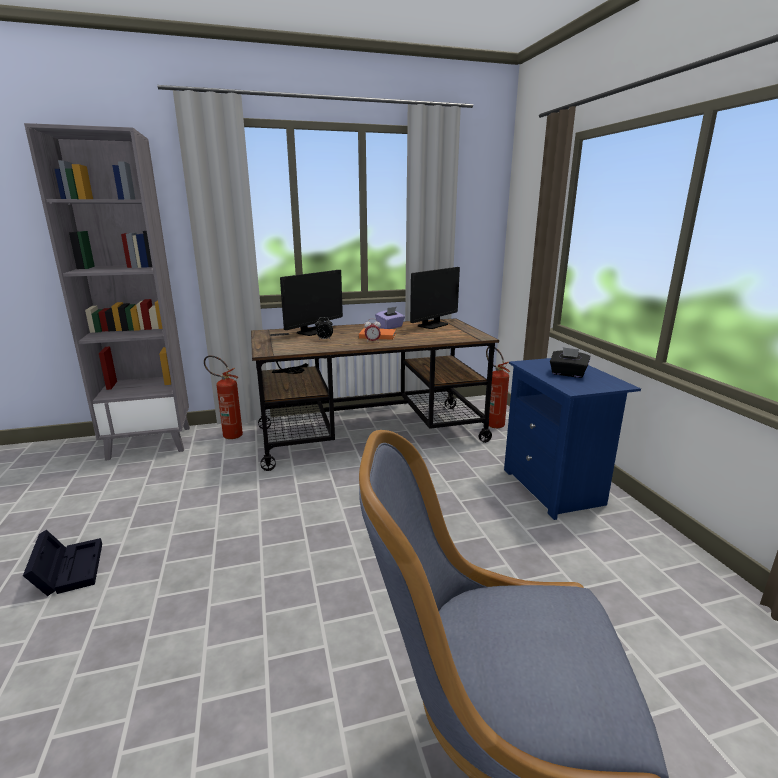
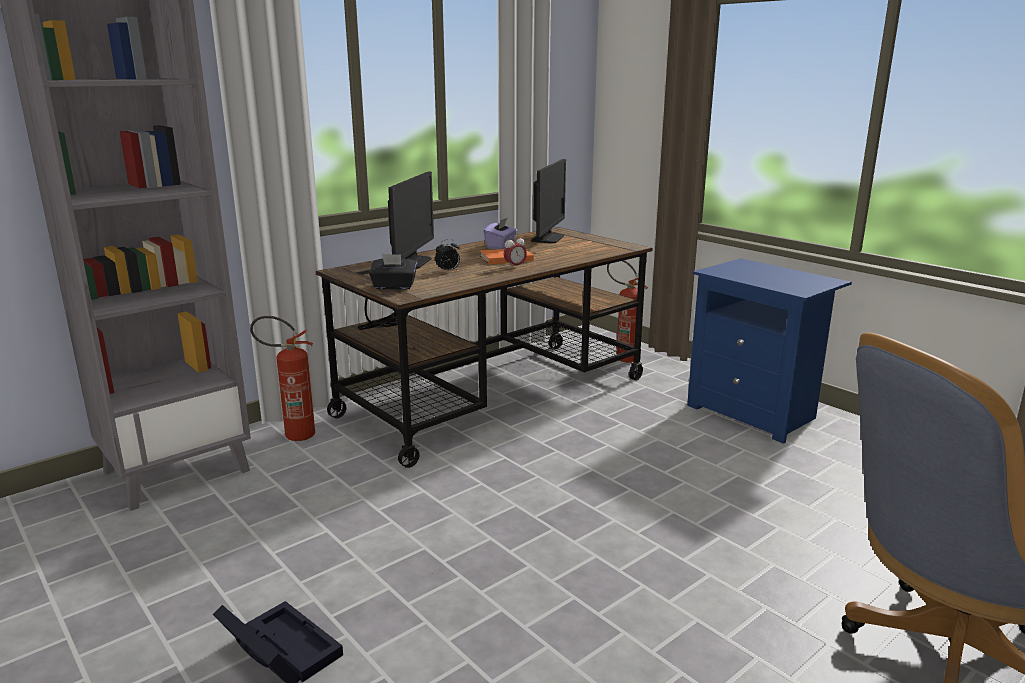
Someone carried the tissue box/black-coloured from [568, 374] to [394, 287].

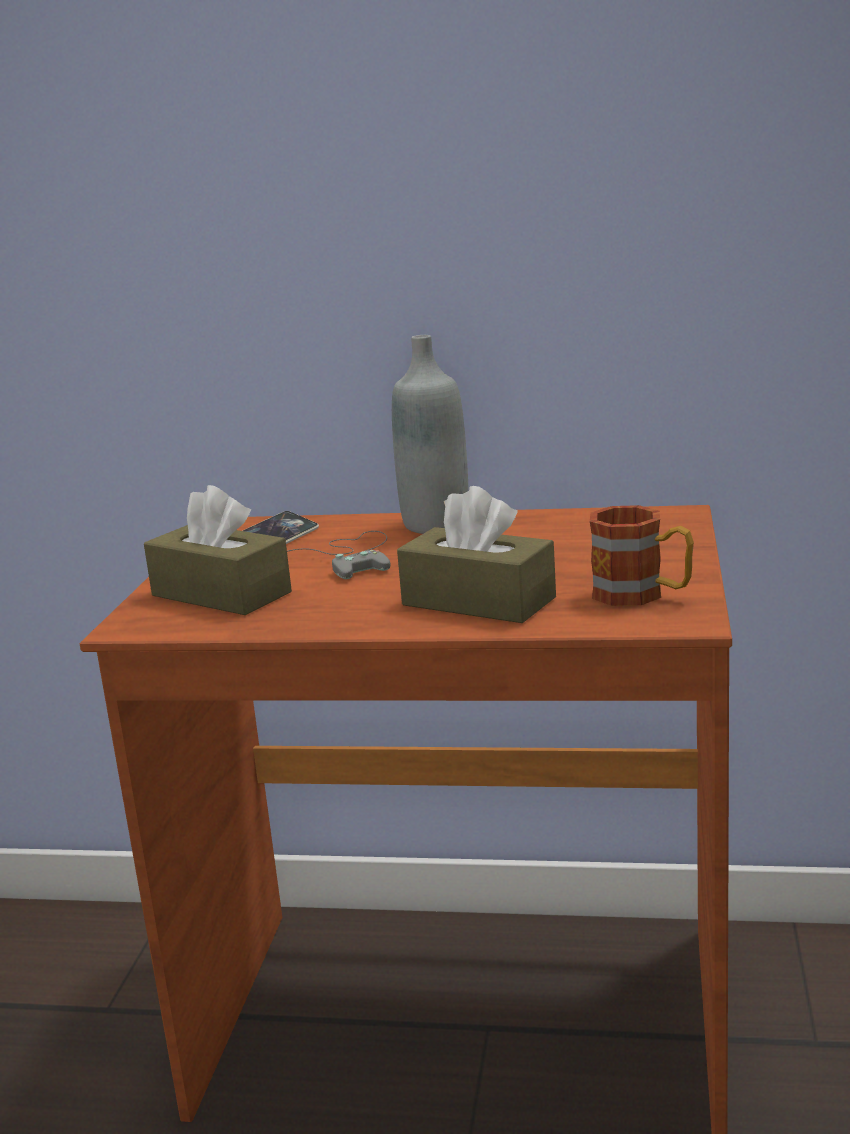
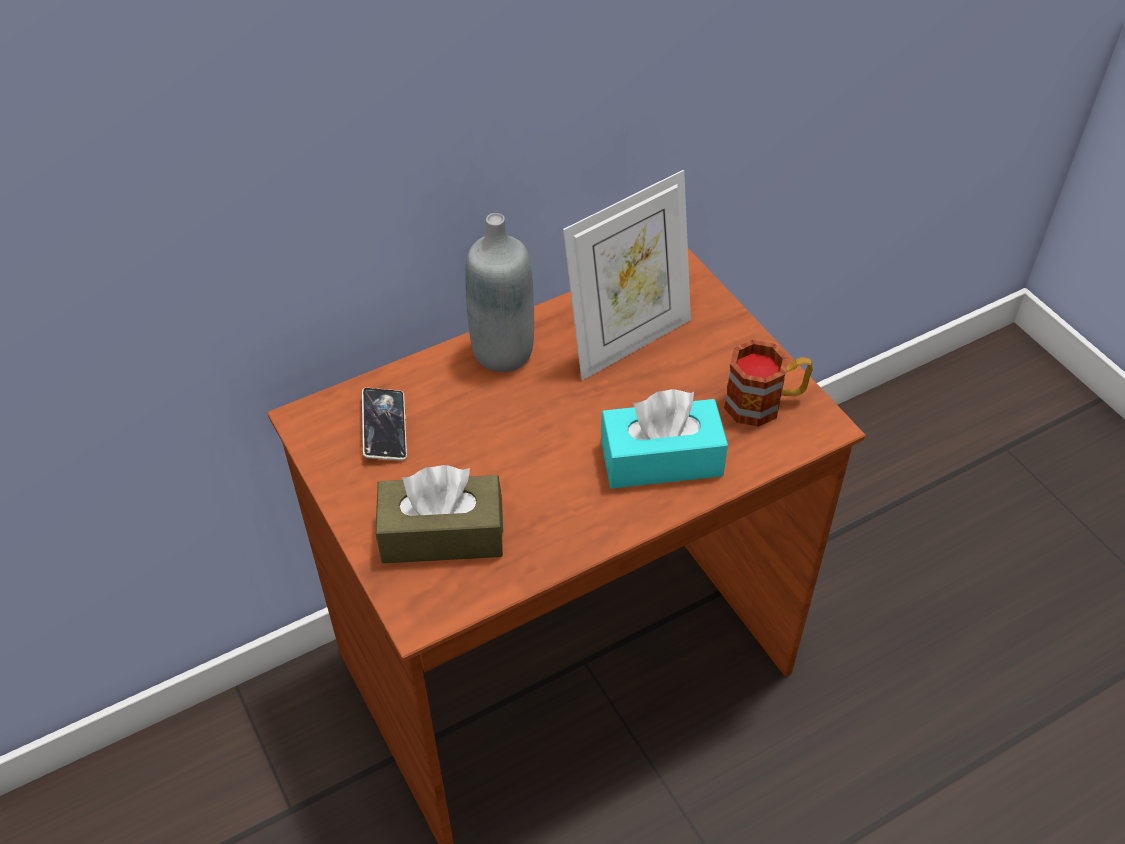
Someone took away the joypad/greyish at [351, 557].
Someone repainted the tissue box/brown at [478, 601], which became the tissue box/turquoise at [661, 459].
Someone put down the picture frame at [628, 341].

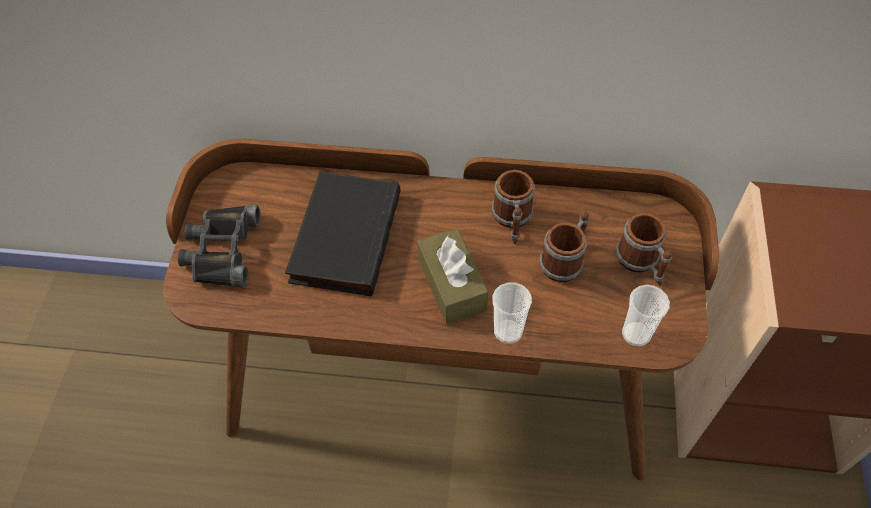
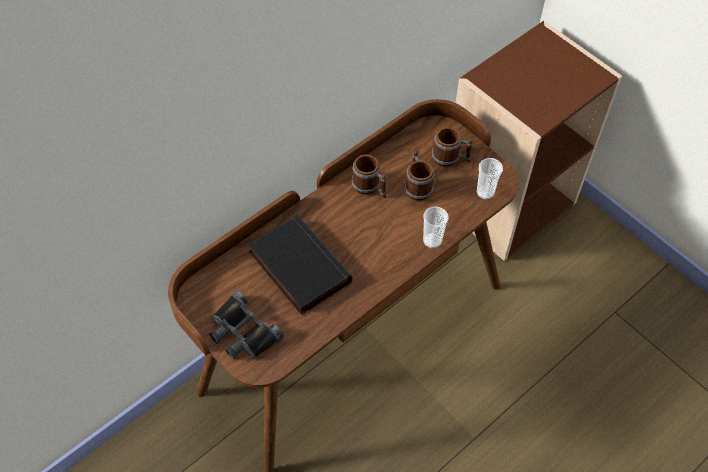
Someone took away the tissue box/brown at [452, 284].

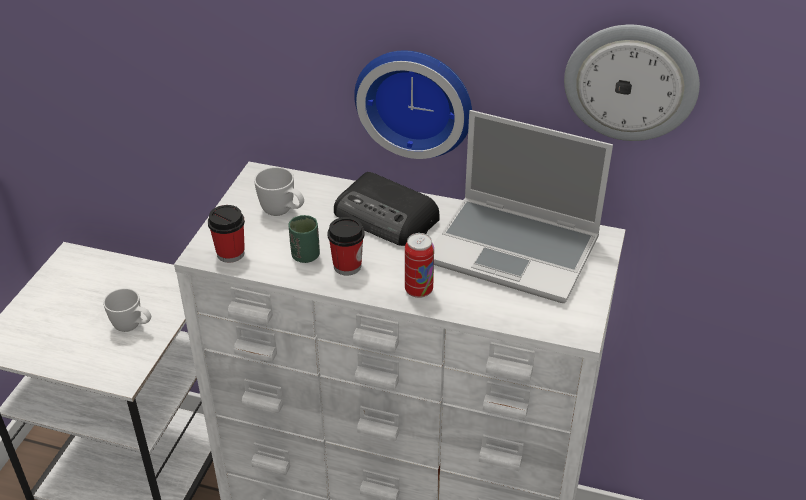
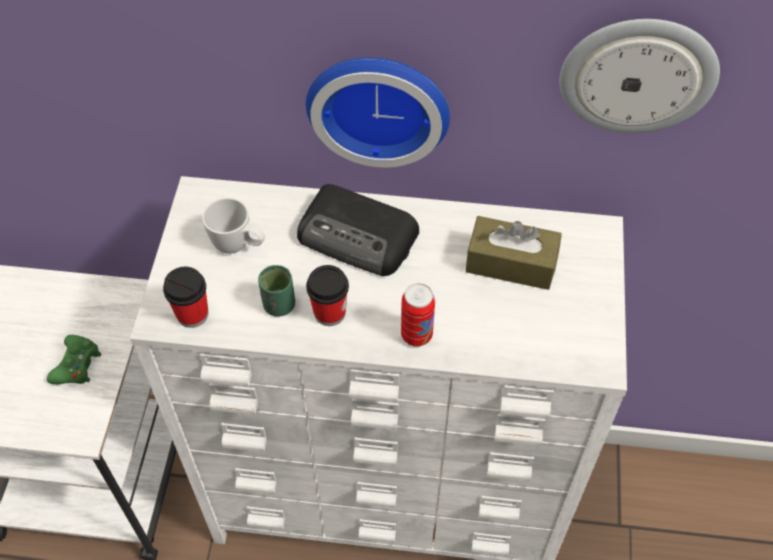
Someone swapped the mug/whitish at [133, 327] for the joypad/greenish at [76, 365].
Someone swapped the portable computer at [515, 250] for the tissue box/brown at [511, 263].

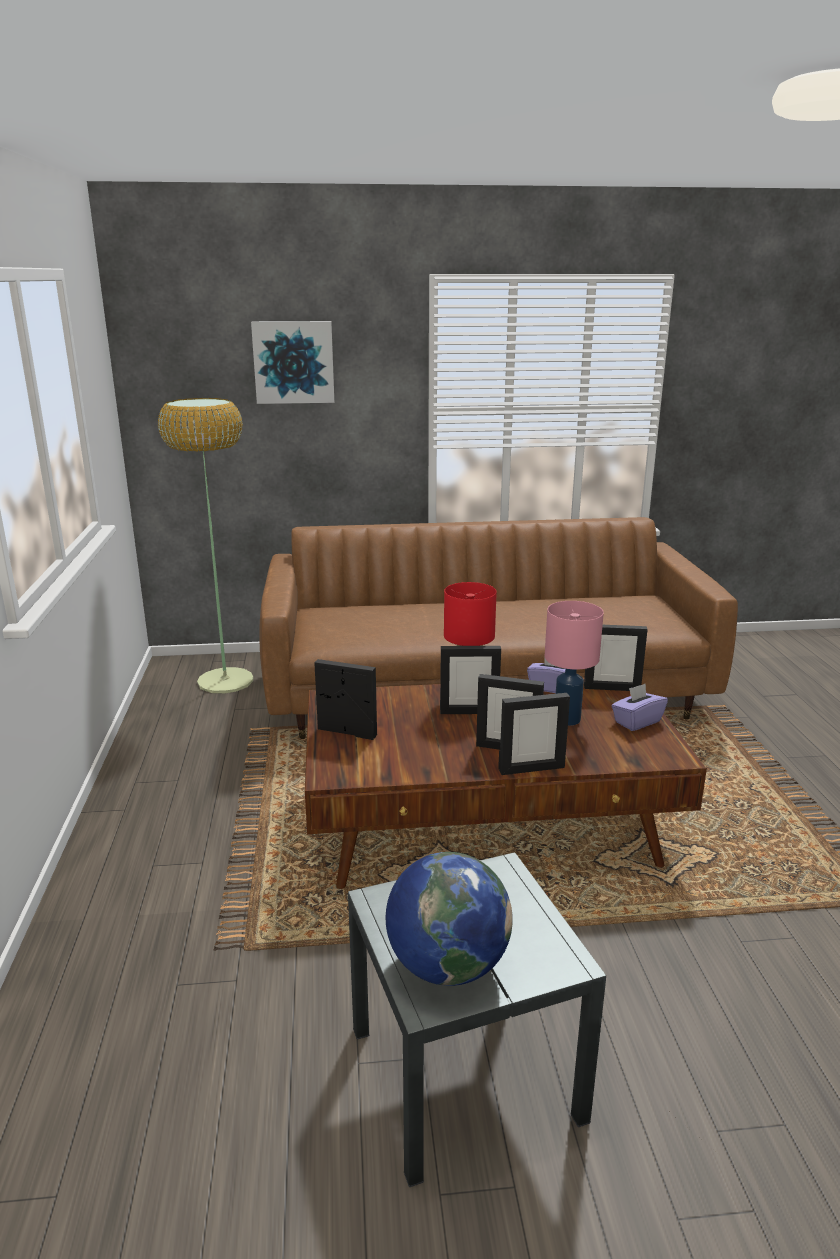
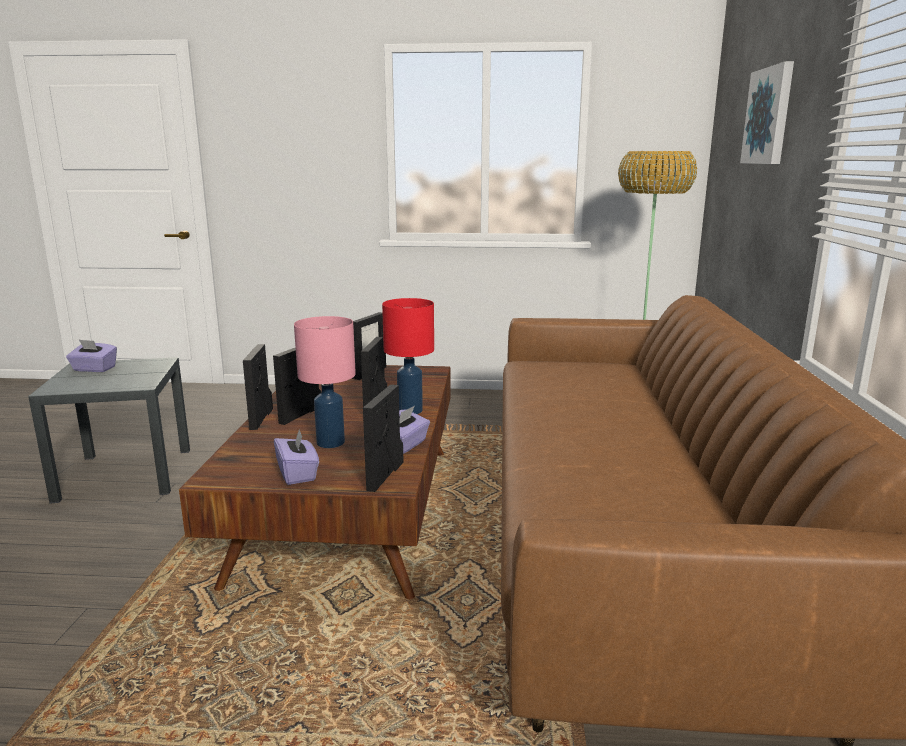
Someone swapped the globe at [447, 965] for the tissue box/purple at [94, 369].

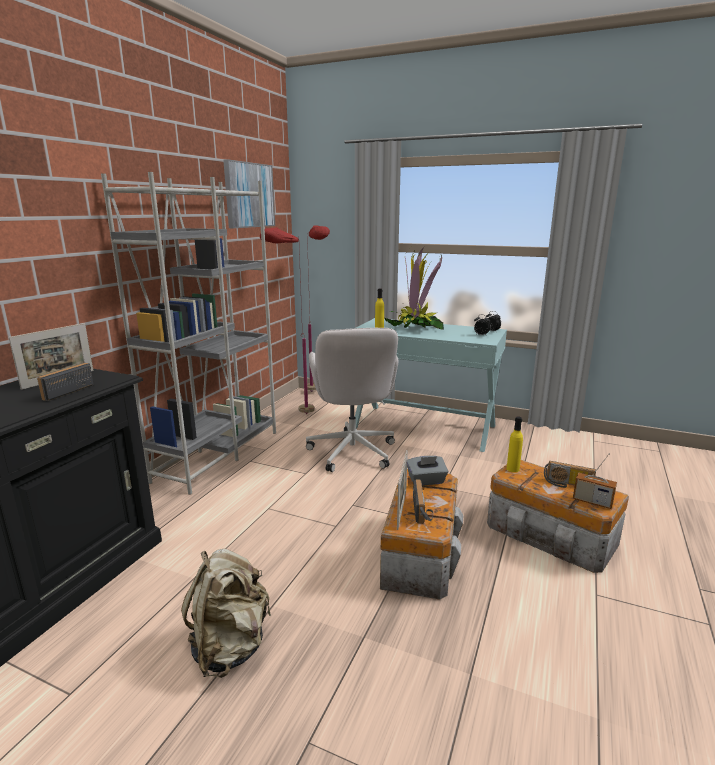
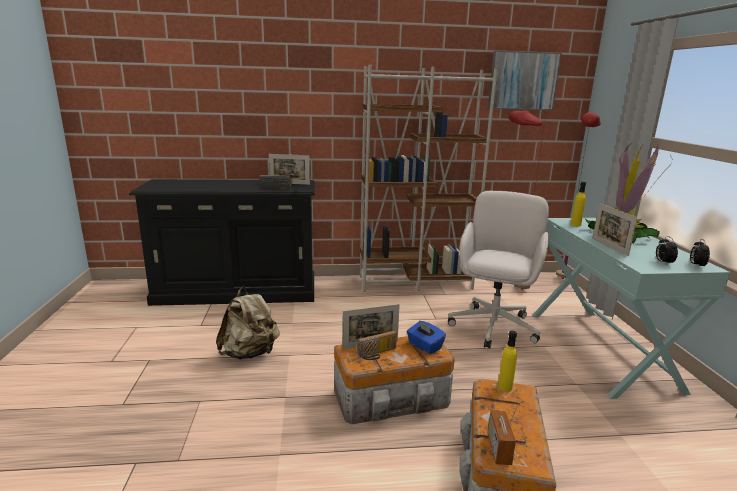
Someone repainted the bookshelf/greyish at [219, 455], which became the bookshelf/brown at [415, 282].
Someone rotated the office chair/whitish at [352, 452] by 150 degrees clockwise.
Someone repainted the tissue box/greyish at [426, 481], which became the tissue box/blue-coloured at [424, 346].
Someone took away the radio set at [567, 484].
Someone put down the picture frame at [609, 247].

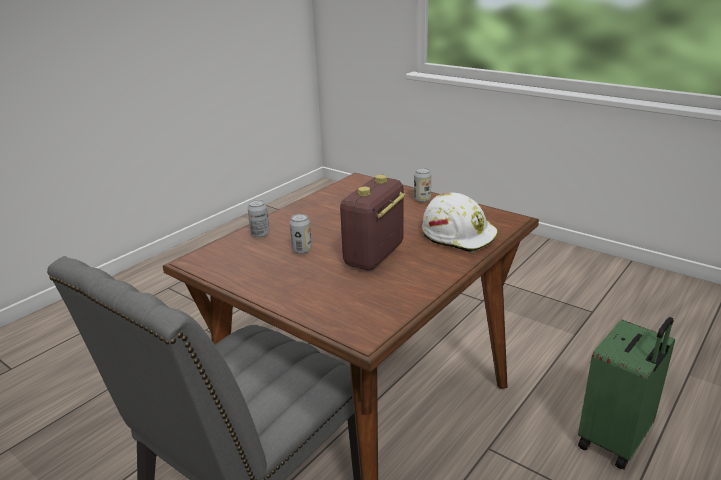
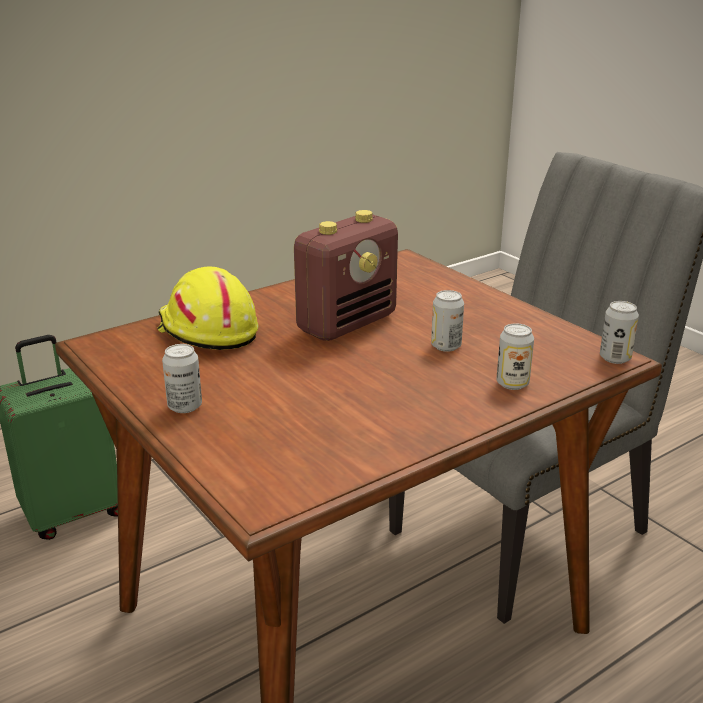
Someone repainted the safety helmet/whitish at [459, 235], which became the safety helmet/yellow at [206, 331].
Someone put down the sealed can at [615, 358].

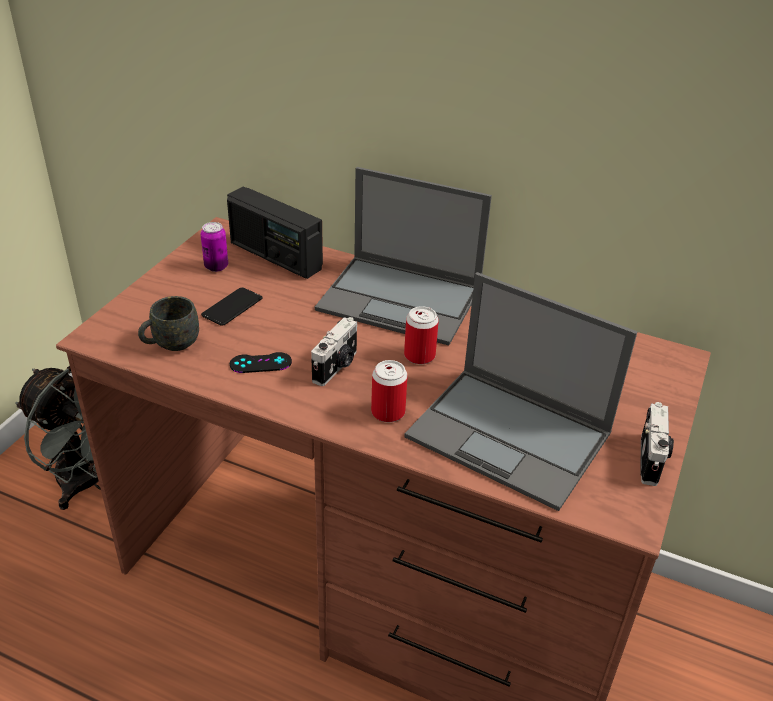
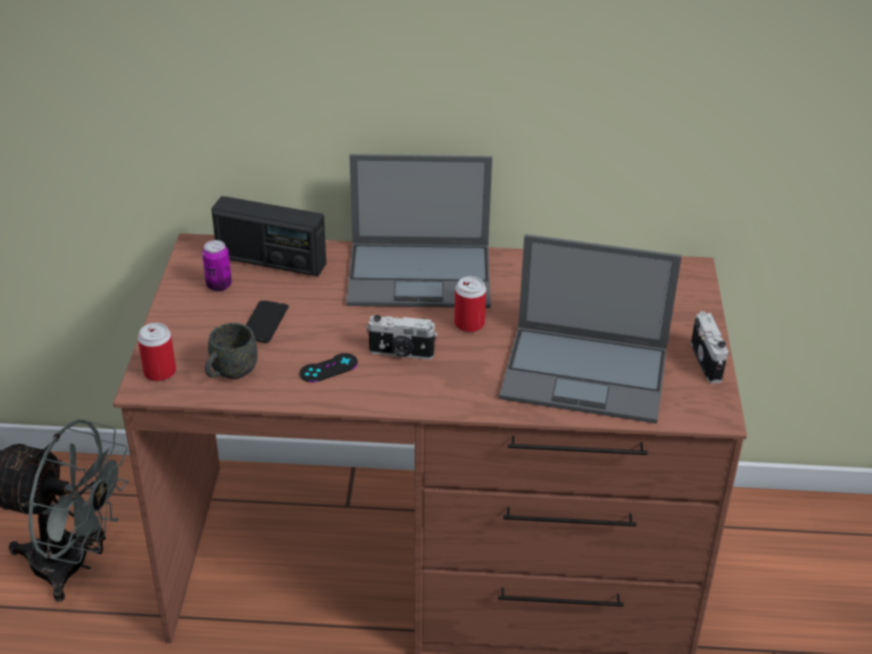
Someone rotated the photo camera at [337, 367] by 90 degrees clockwise.
Someone carried the sealed can from [388, 412] to [160, 372].

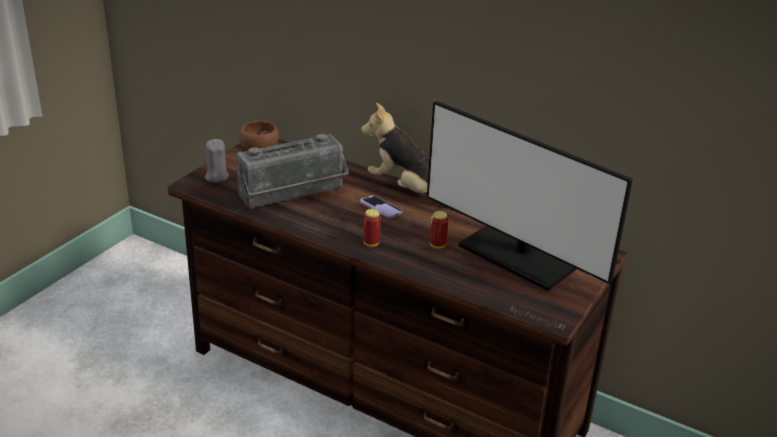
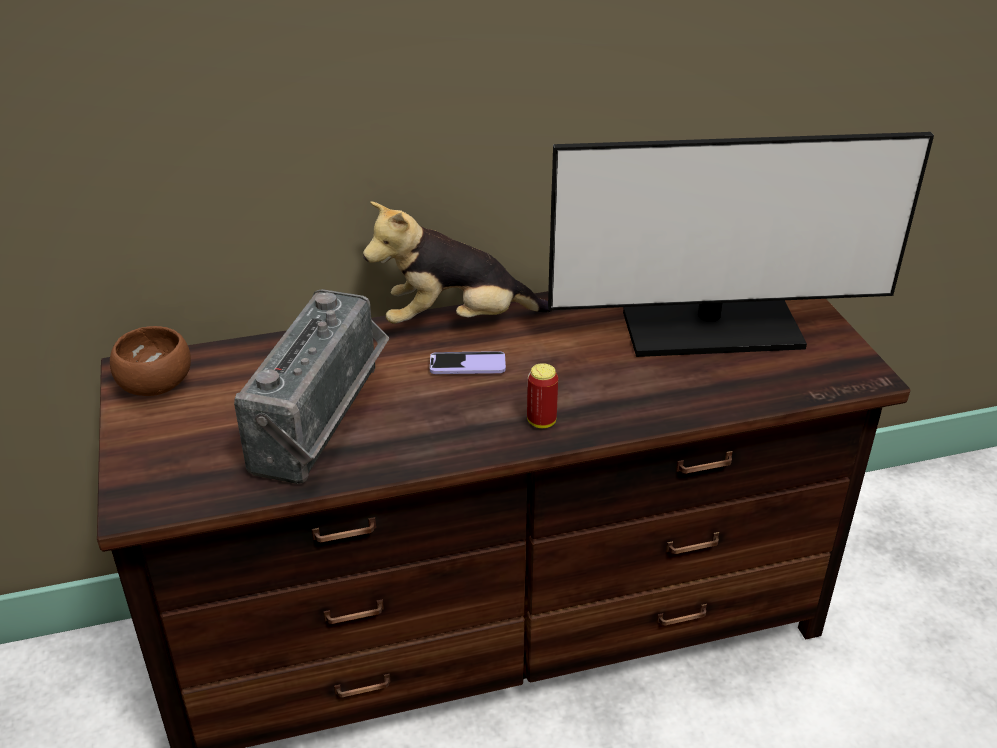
Someone took away the candle/greyish at [216, 177].
Someone took away the sealed can at [437, 245].

